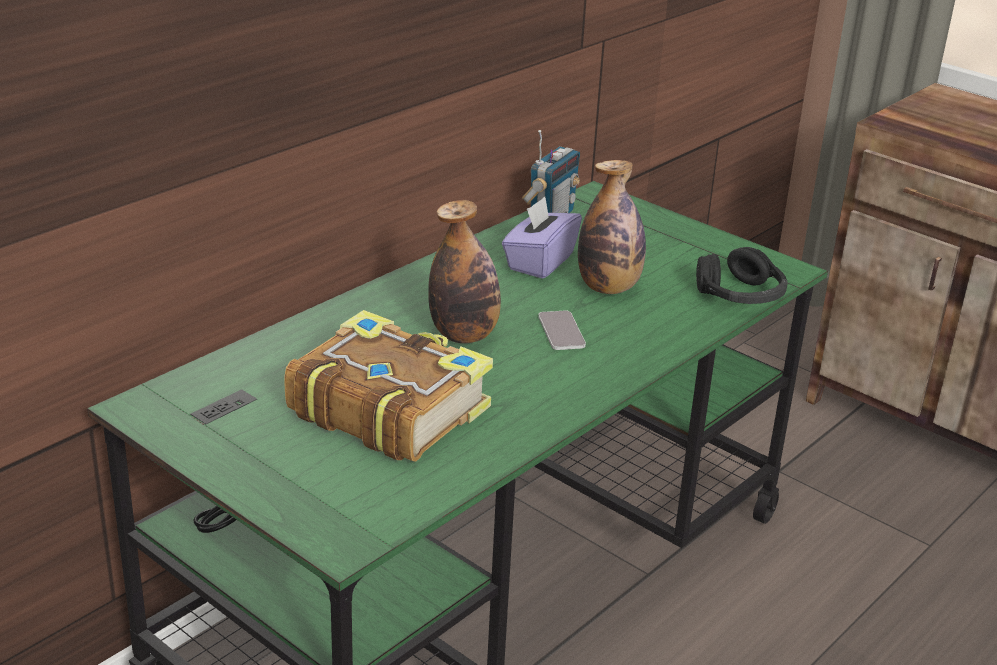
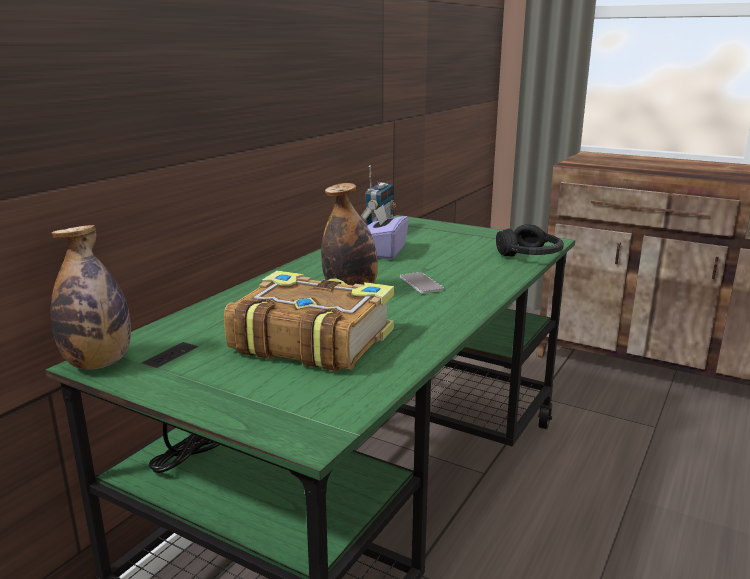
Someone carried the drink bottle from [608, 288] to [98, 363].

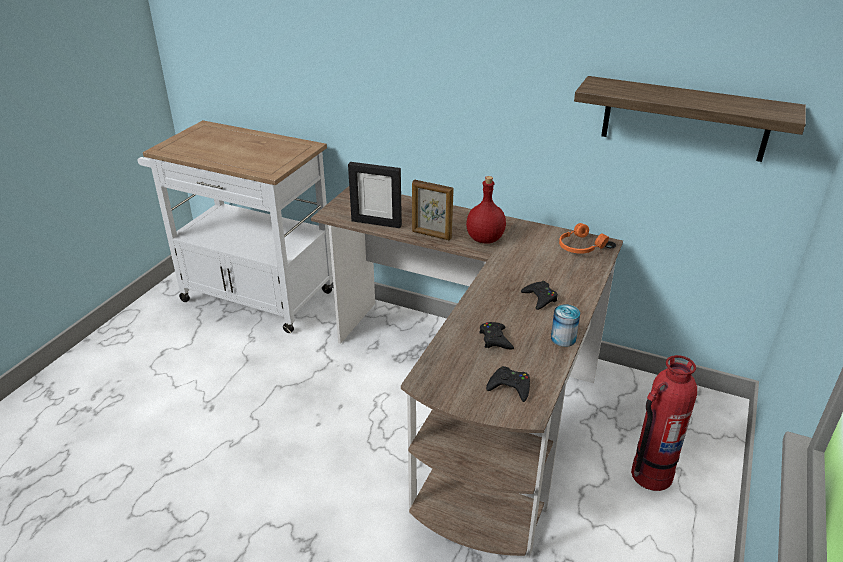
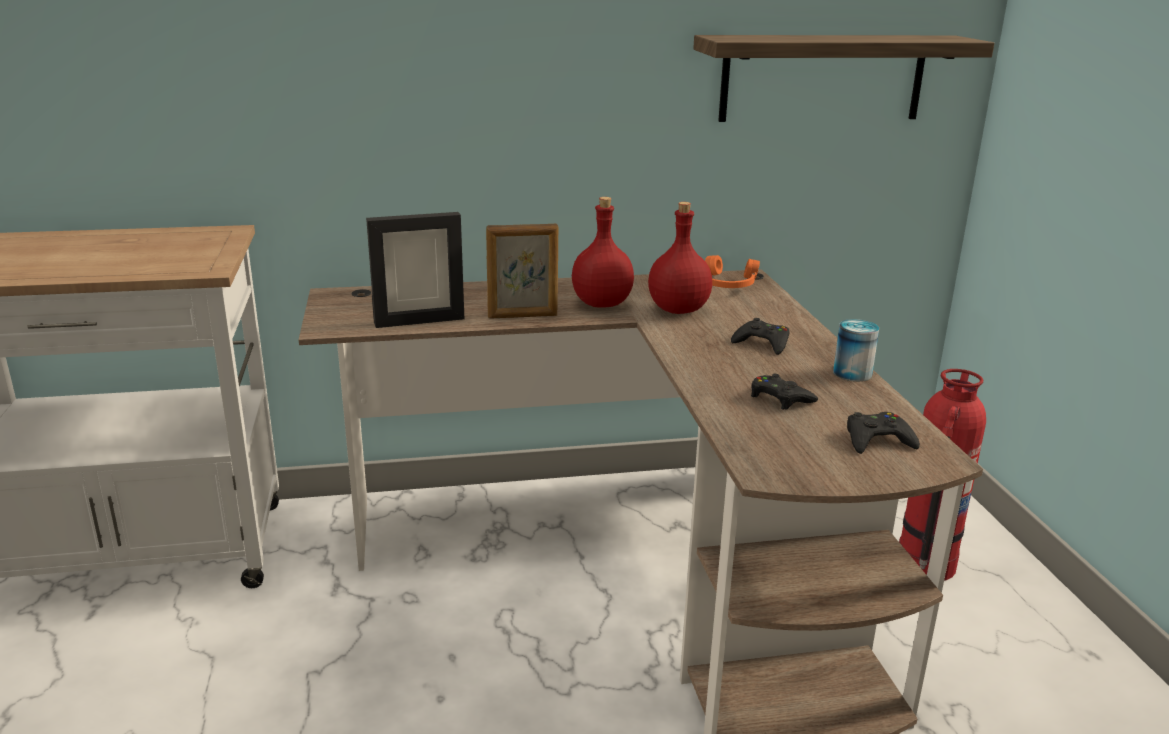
Someone put down the drink bottle/red at [677, 310].

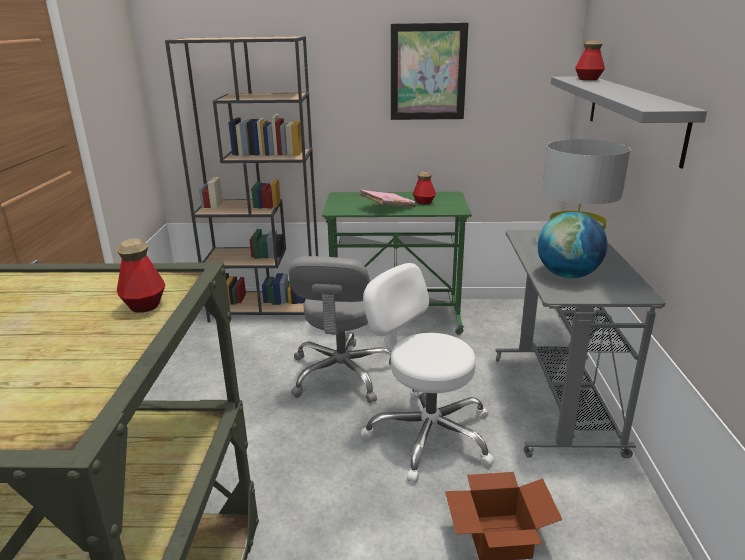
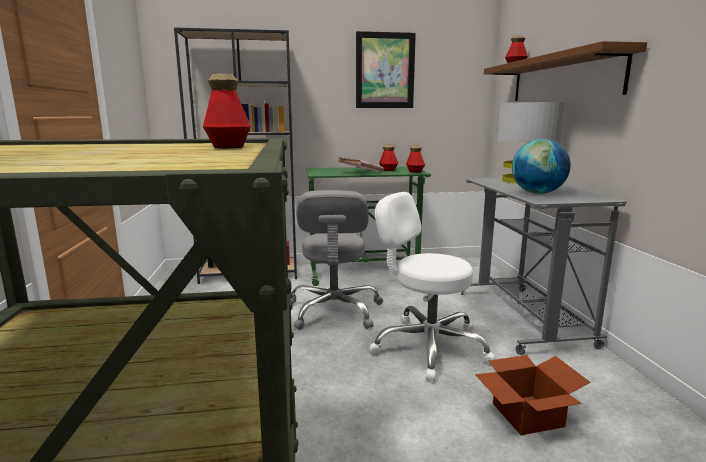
Someone repainted the bracket shelf/greyish at [632, 115], which became the bracket shelf/brown at [562, 78].
Someone put down the drink bottle at [415, 172].

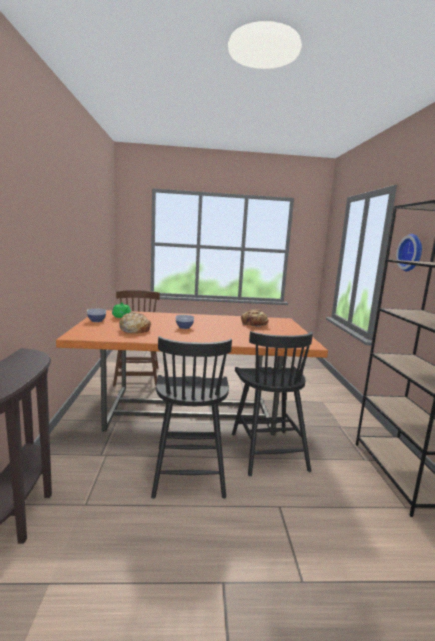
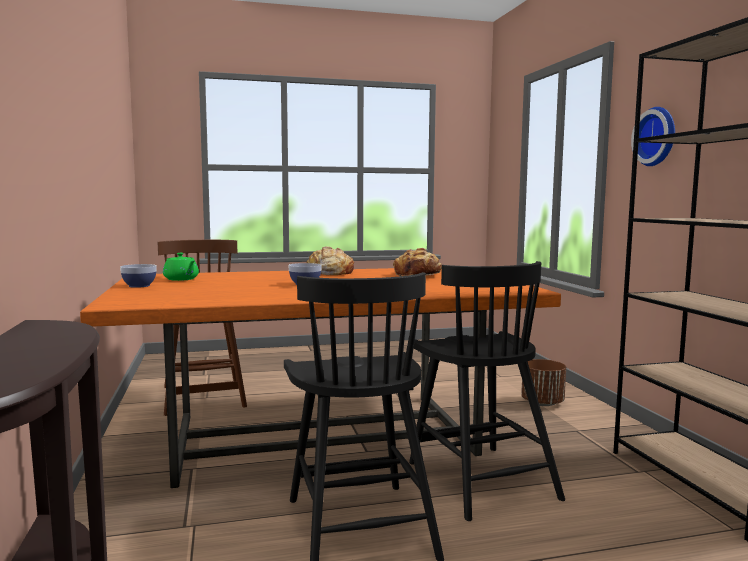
Someone carried the baked bread from [134, 329] to [329, 273].
Someone put down the flower pot/brown at [542, 403].

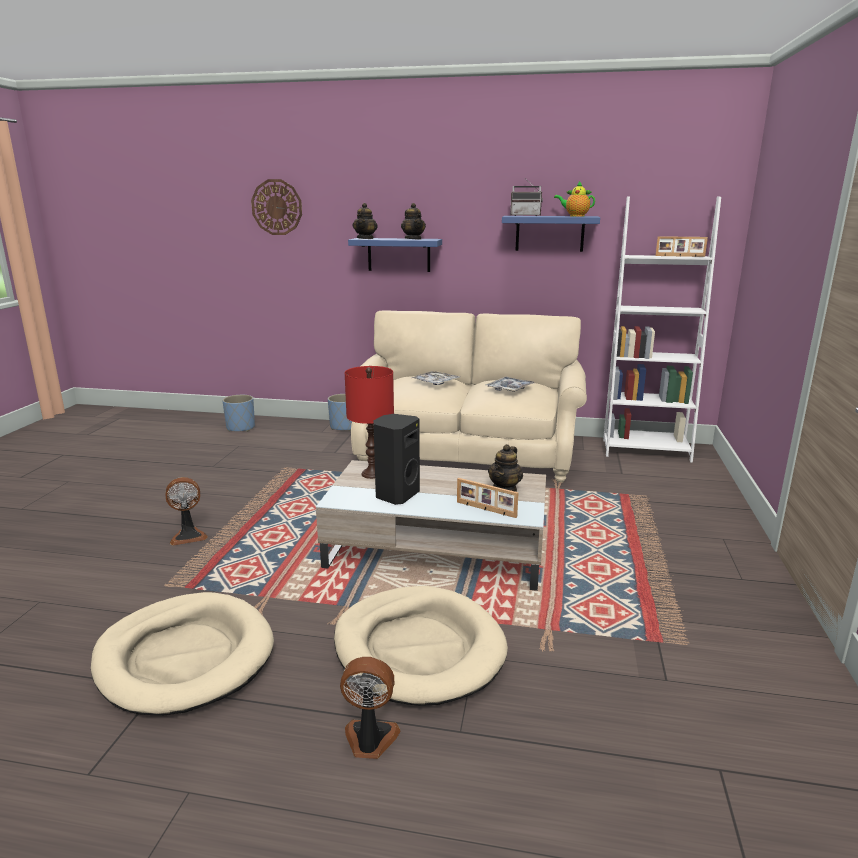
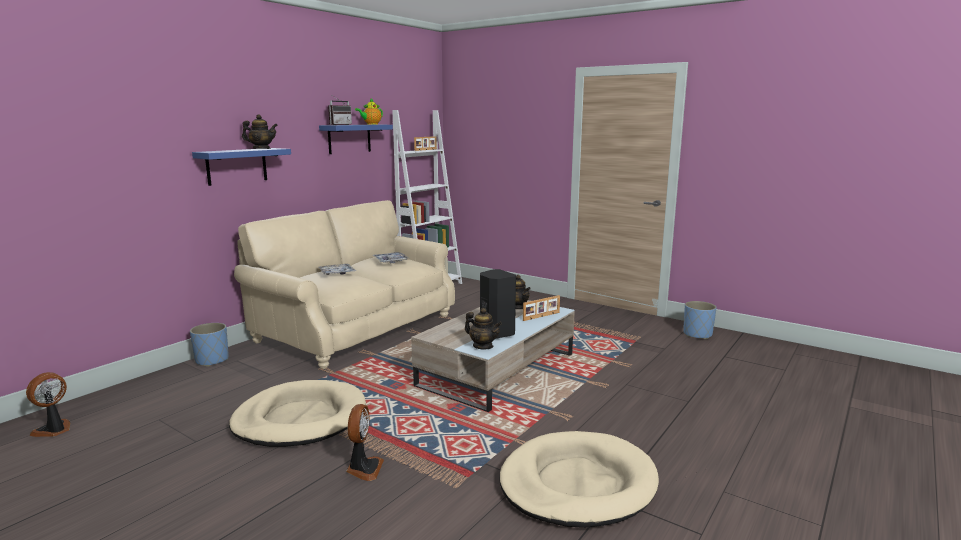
Someone carried the flower pot/blue-coloured from [241, 428] to [697, 334].
Someone took away the clock on the wall at [277, 207].
Someone carried the dog bed/beige-coloured from [419, 649] to [300, 418].
Someone carried the fan from [370, 740] to [54, 430].
Someone took away the lamp for a table/red at [371, 474].
Someone carried the tea pot from [365, 238] to [483, 346].

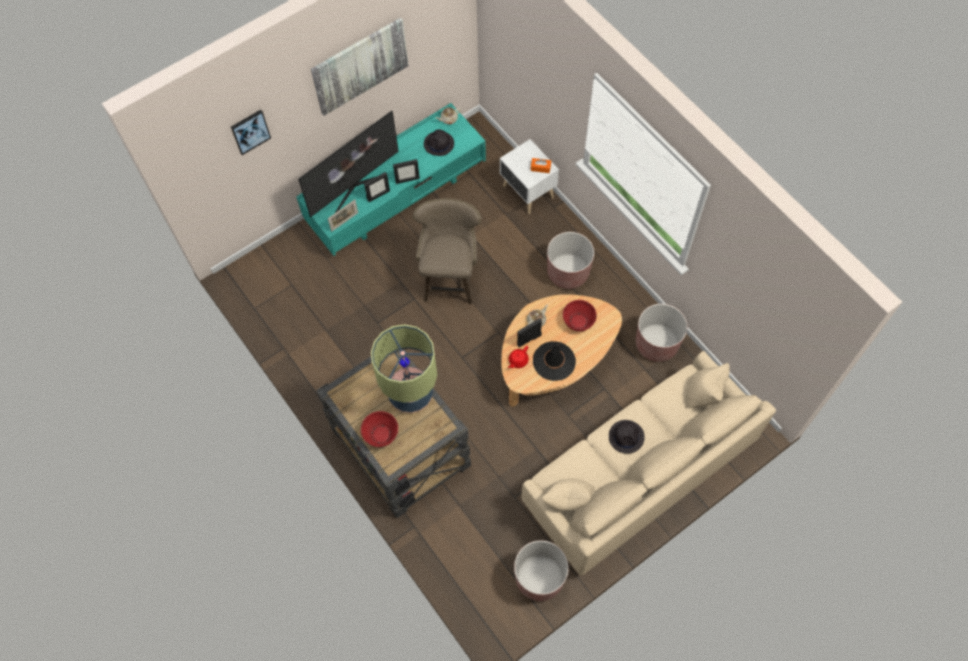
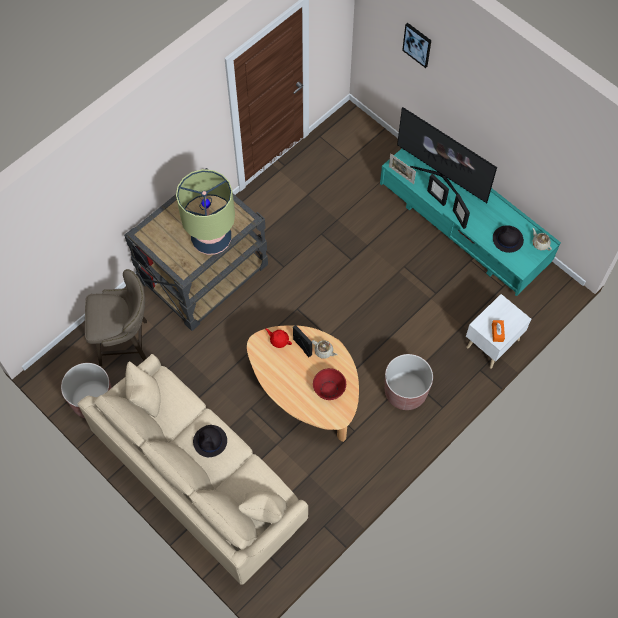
Someone took away the wall art at [360, 66].
Someone took away the deep dish/red at [381, 434].
Someone carried the sitting stool/beige-coloured from [450, 278] to [126, 342].
Someone took away the clothing hat/black-coloured at [554, 361].
Someone took away the flower pot/brown at [656, 344].

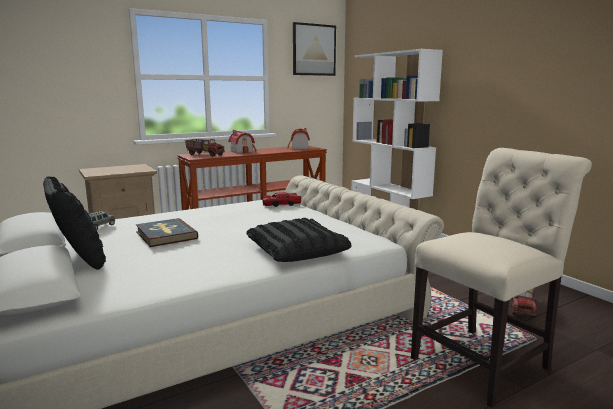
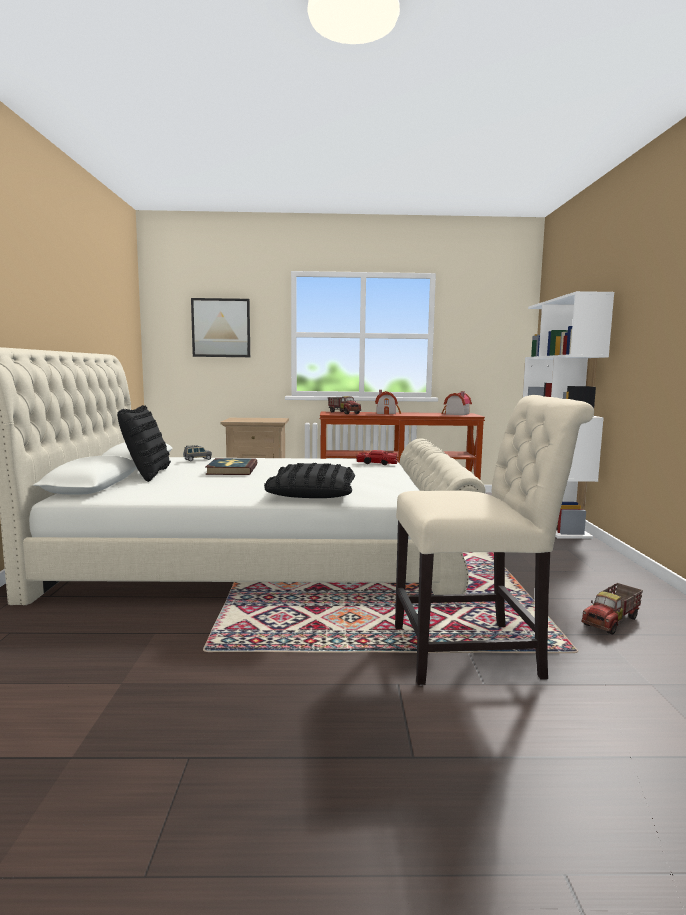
Someone carried the wall art from [314, 50] to [221, 328].

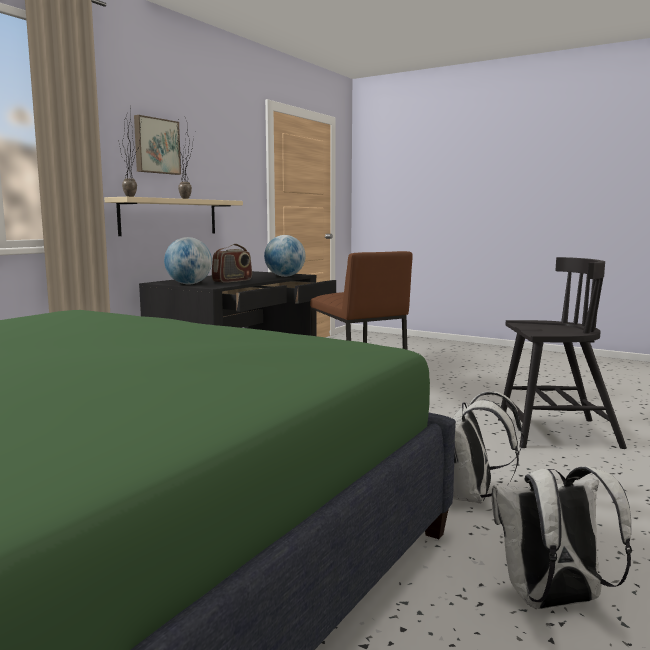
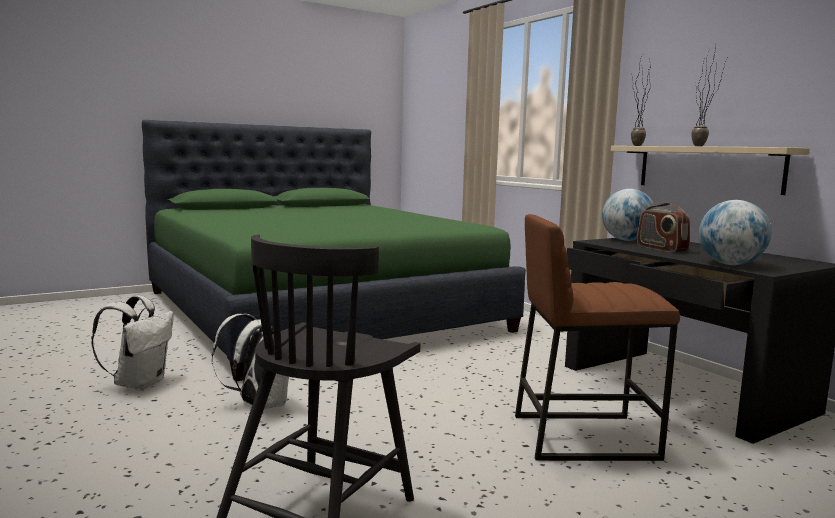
Someone took away the wall art at [156, 146].

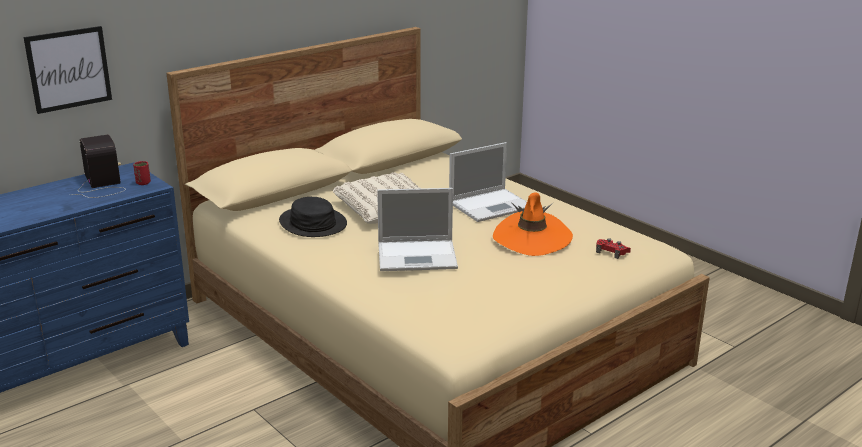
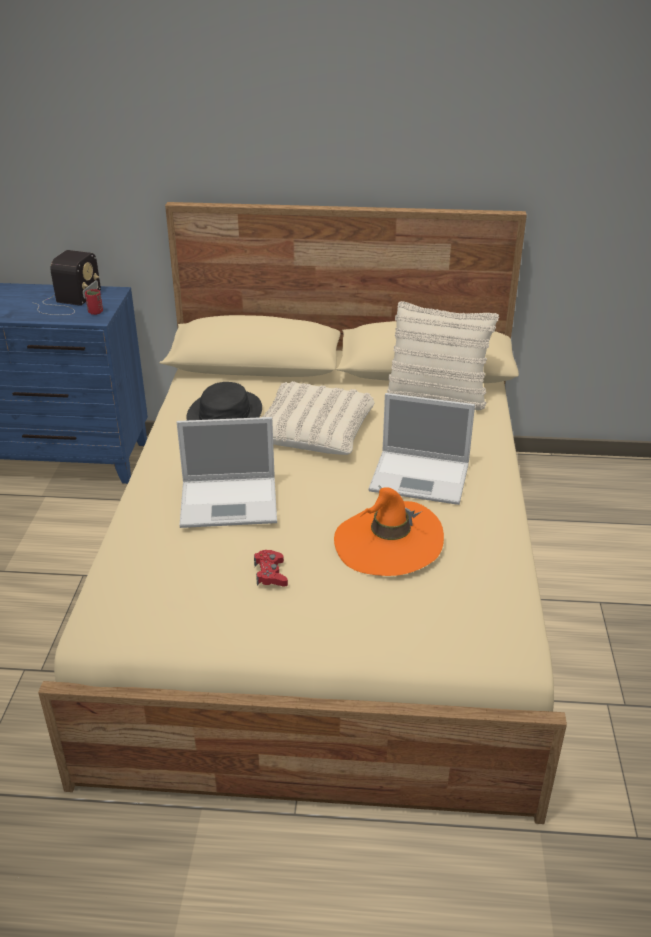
Someone took away the wall art at [69, 69].
Someone rotated the portable computer at [418, 256] by 45 degrees counterclockwise.
Someone carried the joypad/red from [612, 252] to [270, 574].
Someone put down the pillow/beige-coloured at [437, 397].

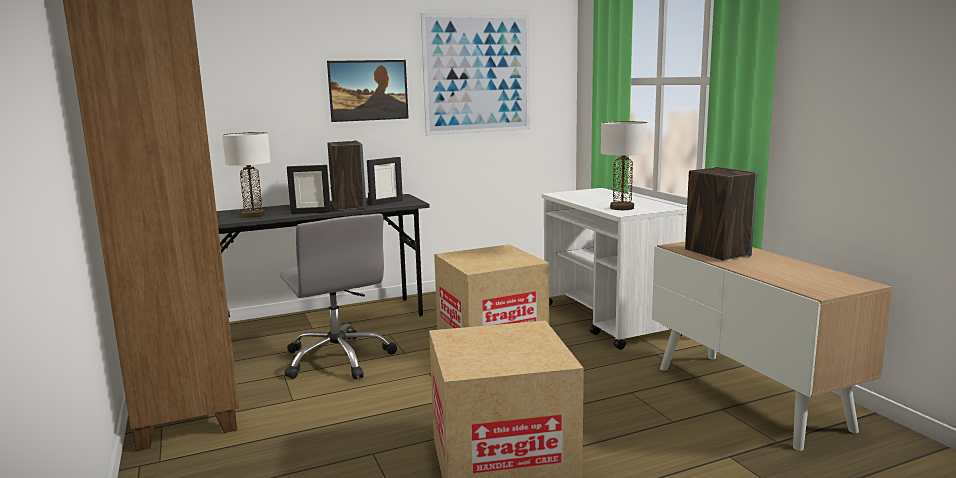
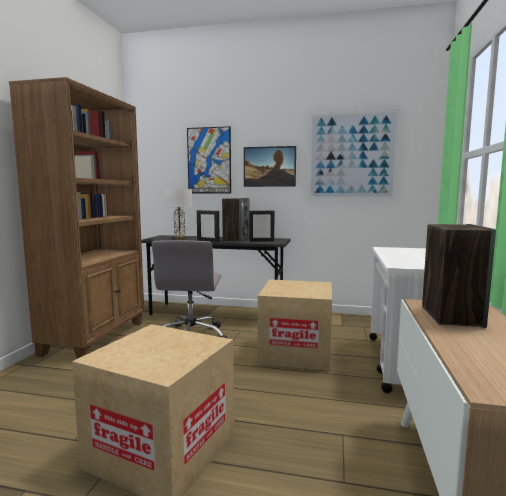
Someone took away the lamp for a table at [621, 208].
Someone put up the wall art at [209, 160].

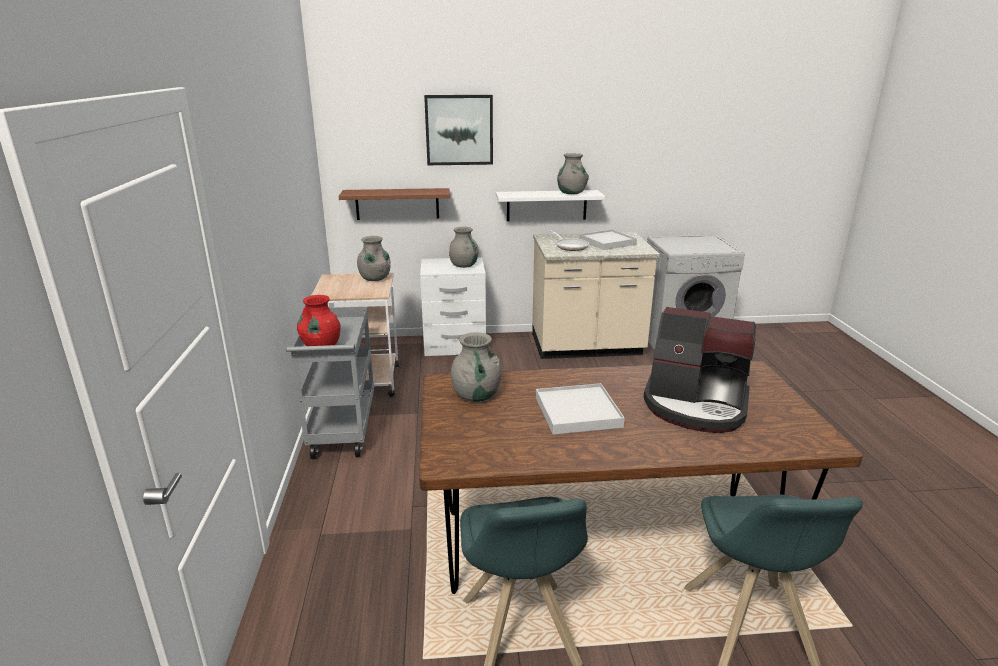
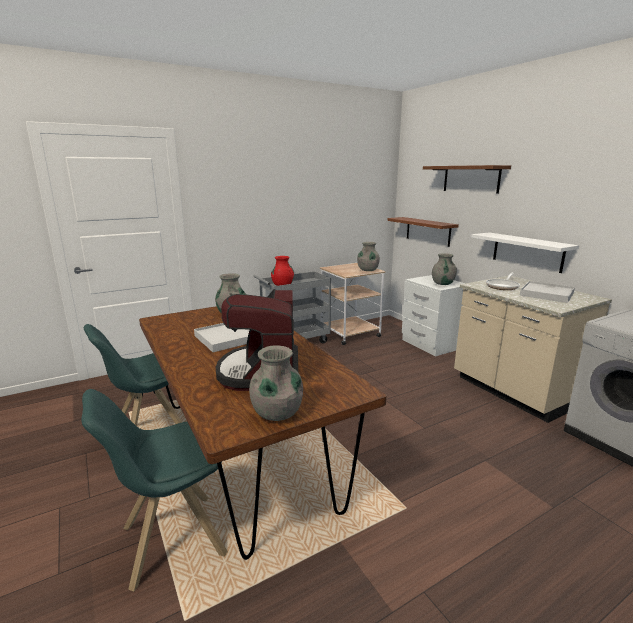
Someone swapped the wall art at [459, 130] for the bracket shelf/brown at [471, 179].
Someone carried the decorative vase/greyish from [571, 193] to [277, 413].

